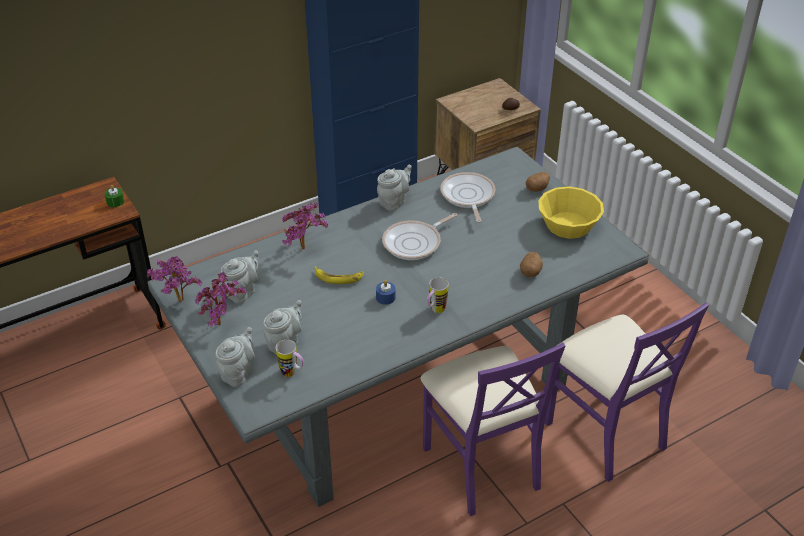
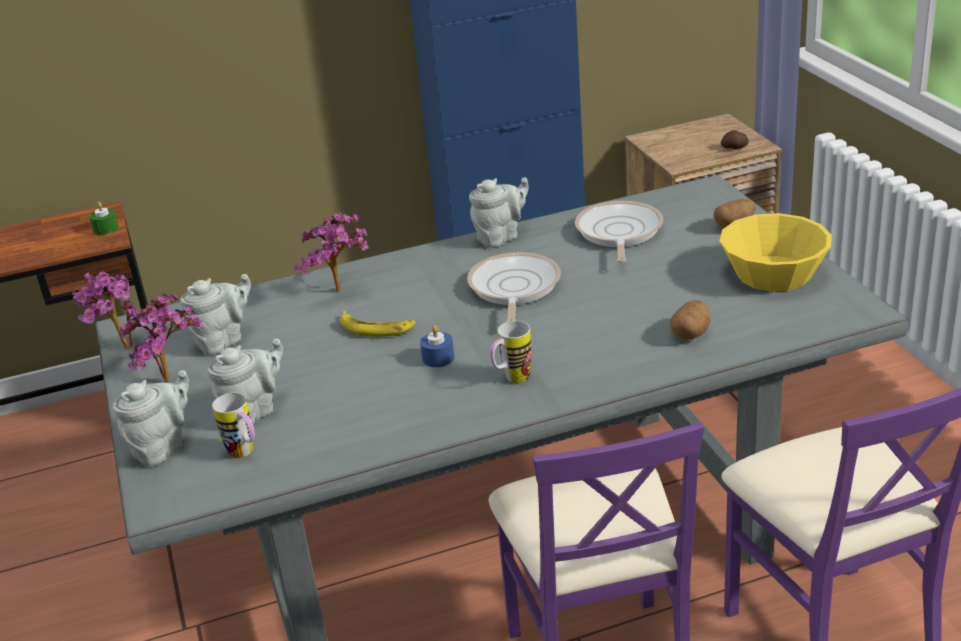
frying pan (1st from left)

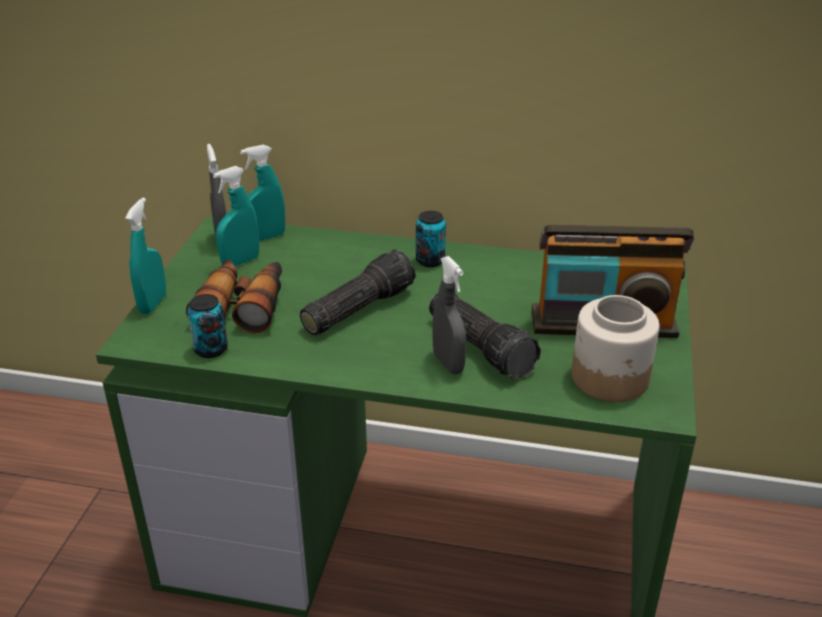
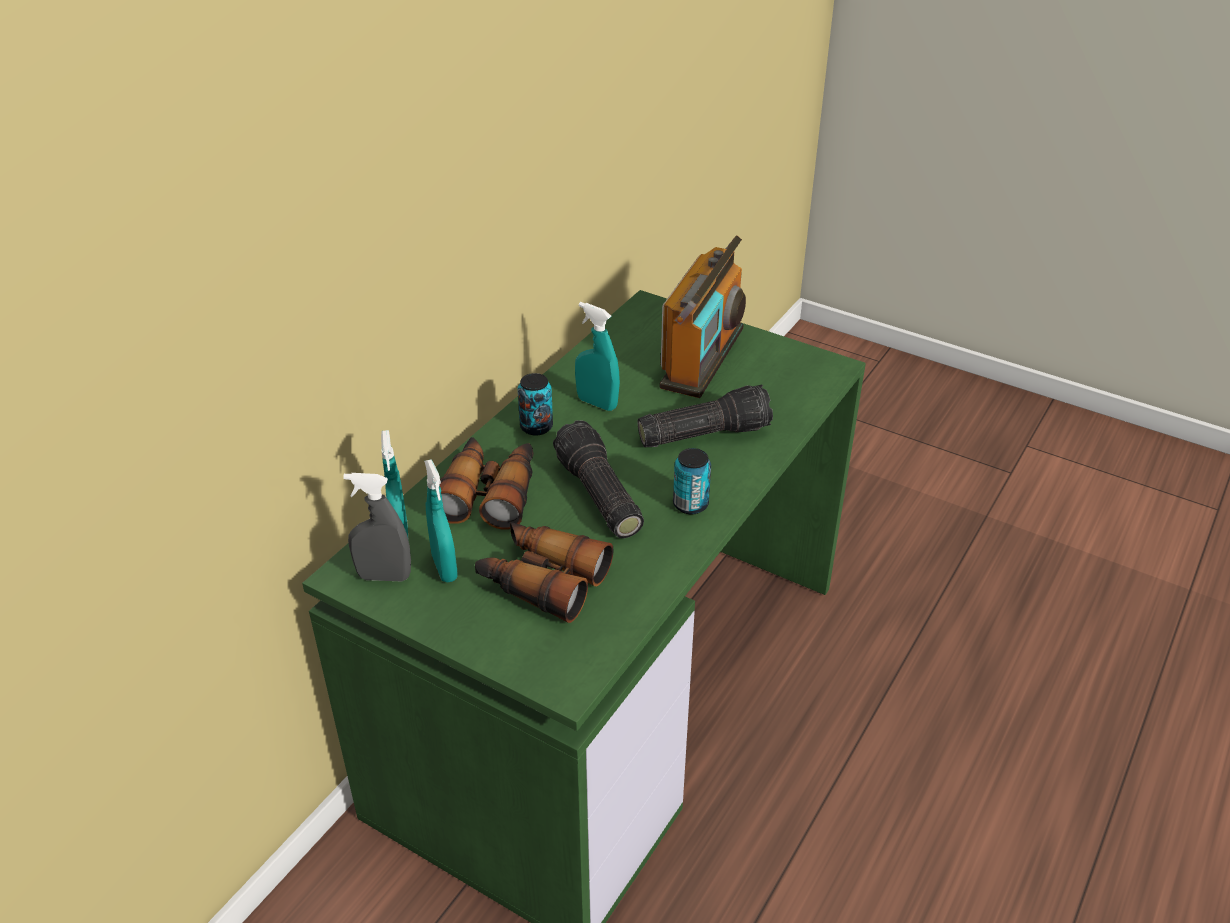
pair of binoculars (1st from left); spray bottle (turquoise-coloured) (3rd from left); can (2nd from left); spray bottle (greyish) (2nd from left in the first image); preserve jar

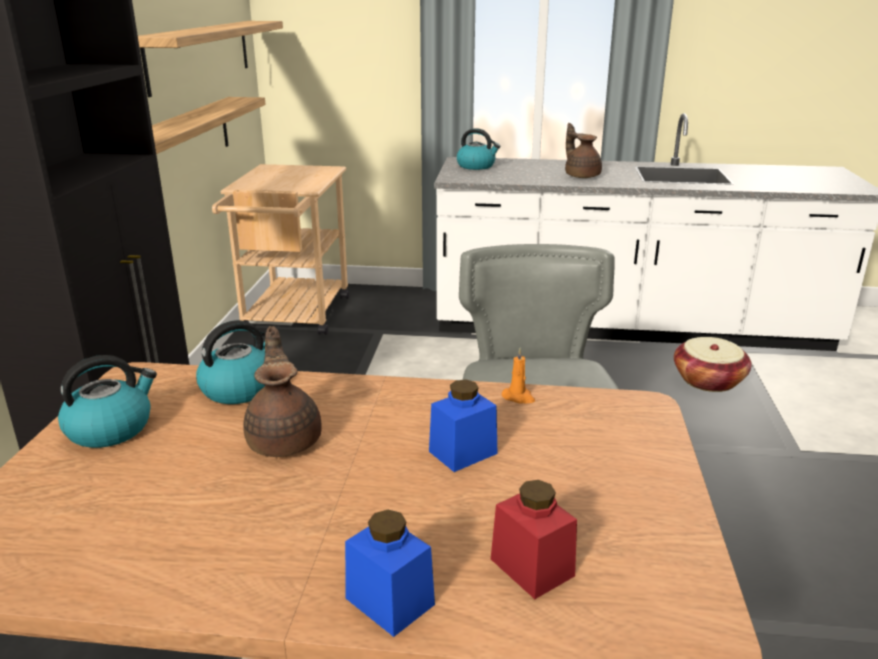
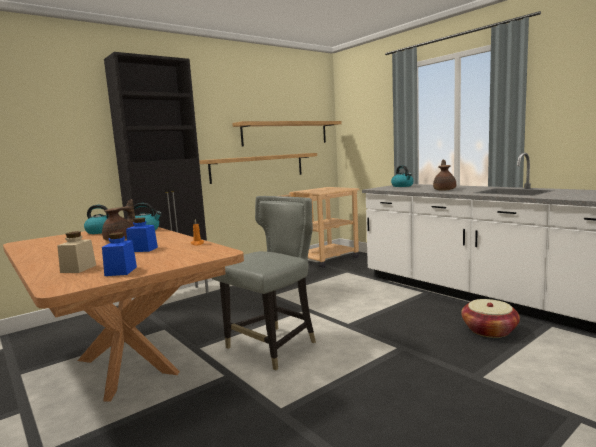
preserve jar (beige-coloured); preserve jar (bluish) (1st from left)

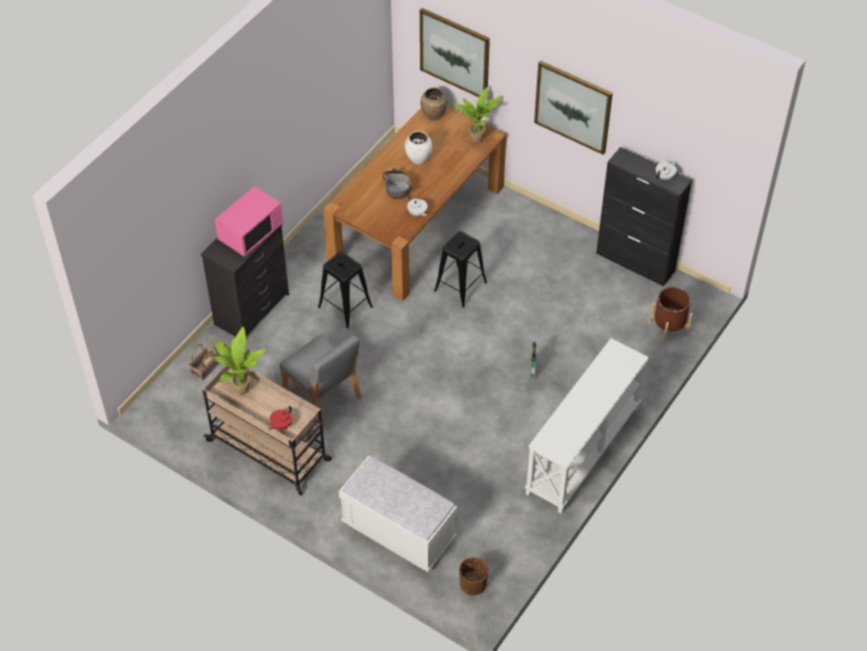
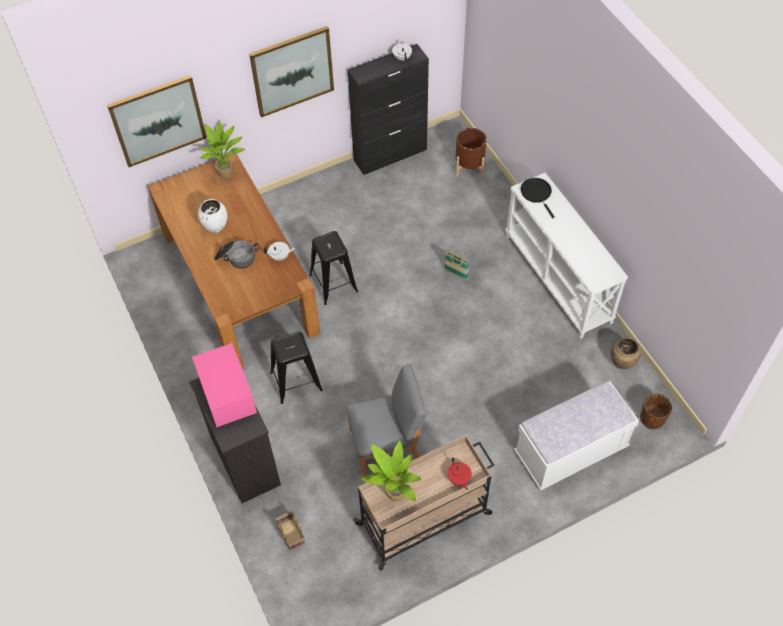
frying pan (blackish); vase (brown)

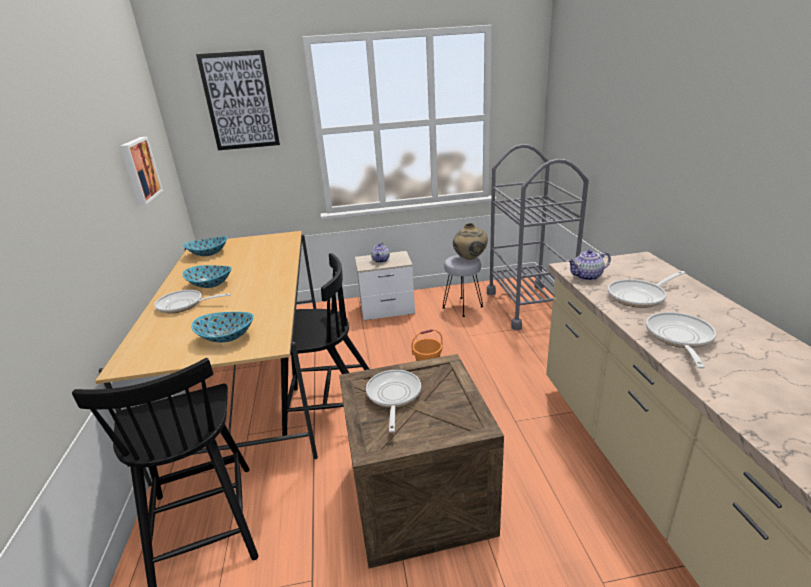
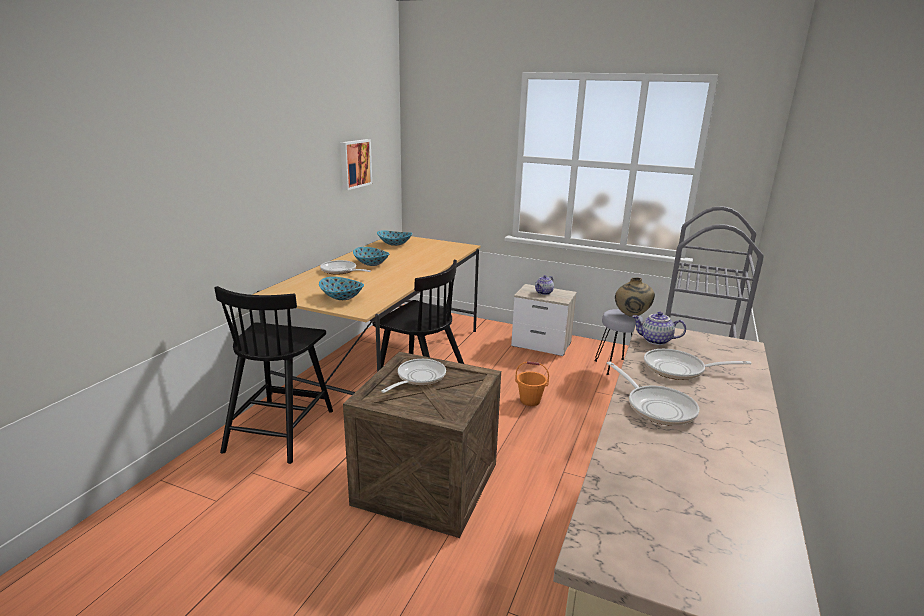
frying pan (3rd from left); picture (2nd from left in the first image)

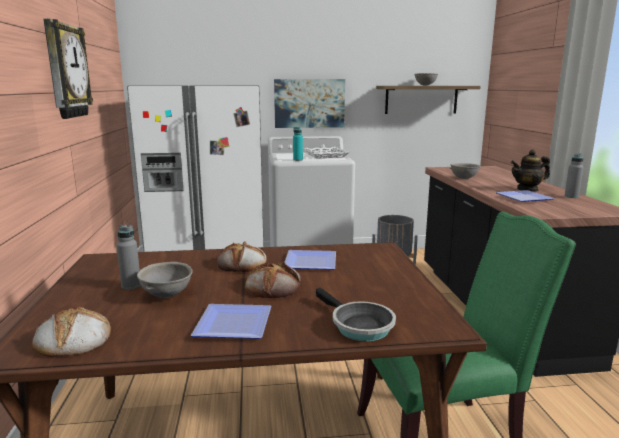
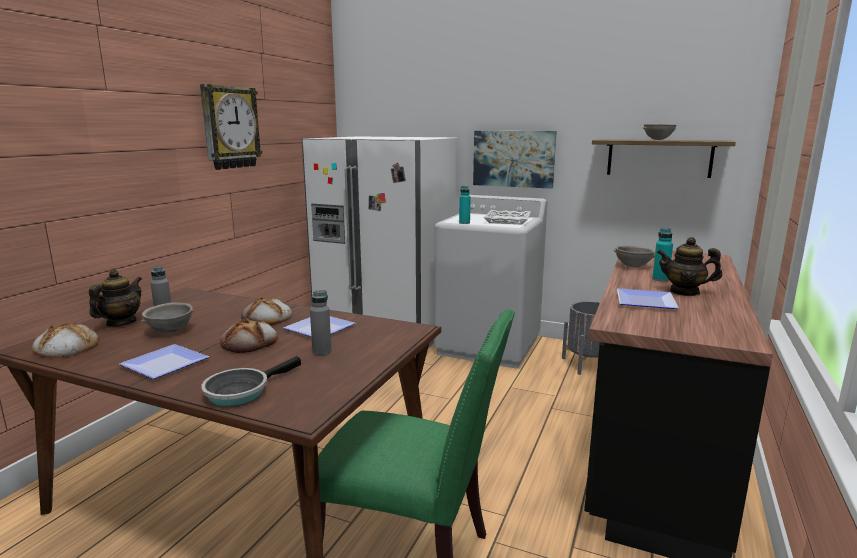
pot for tea (1st from left); frying pan; drink bottle (greyish) (2nd from left); drink bottle (turquoise-coloured) (2nd from left)

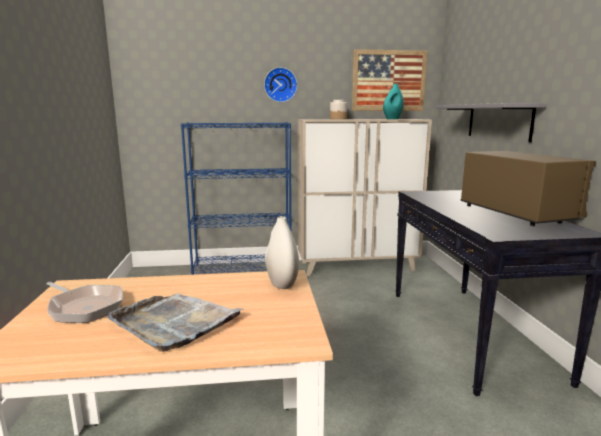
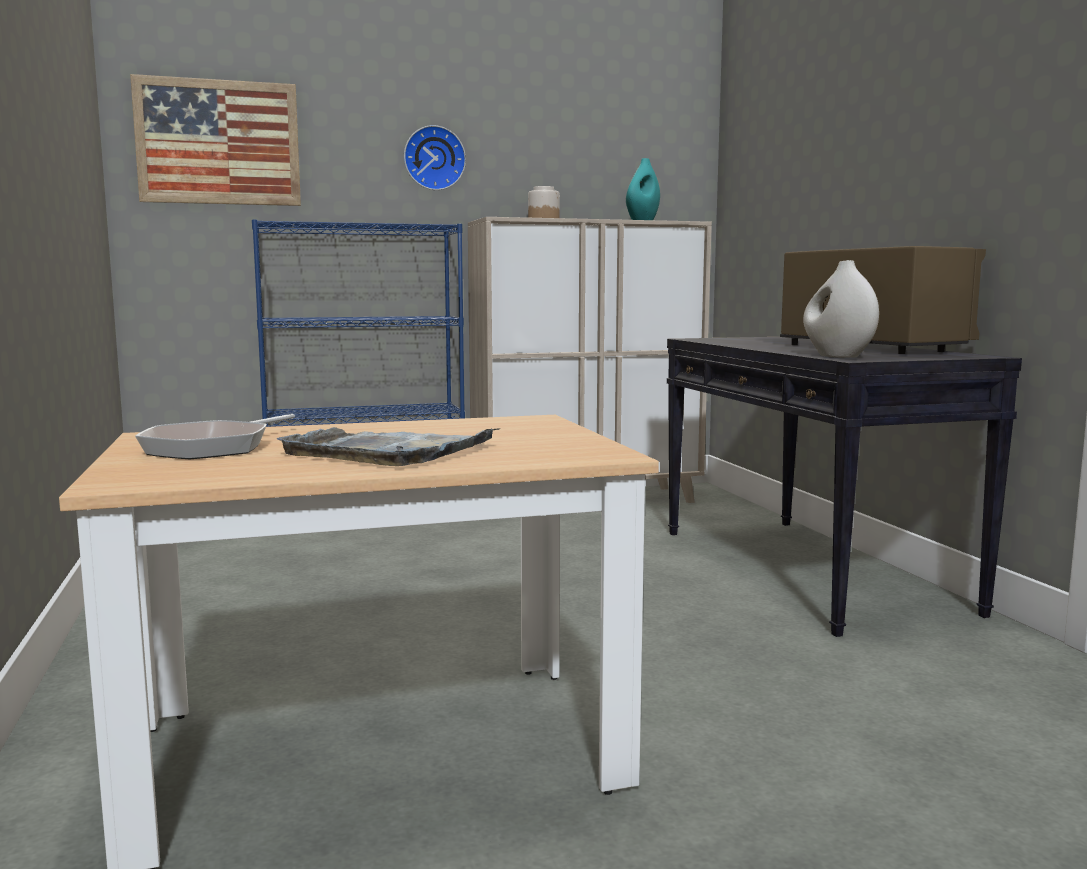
picture; frying pan; vase (white-coloured); bracket shelf (greyish)

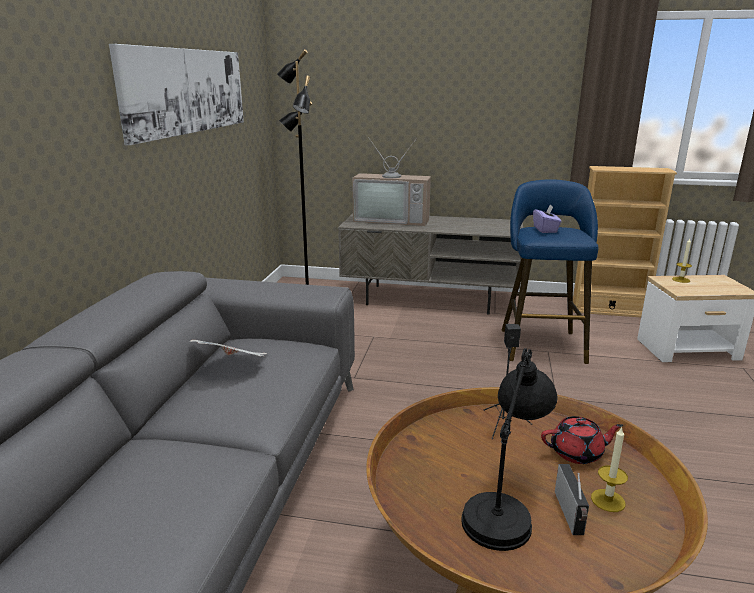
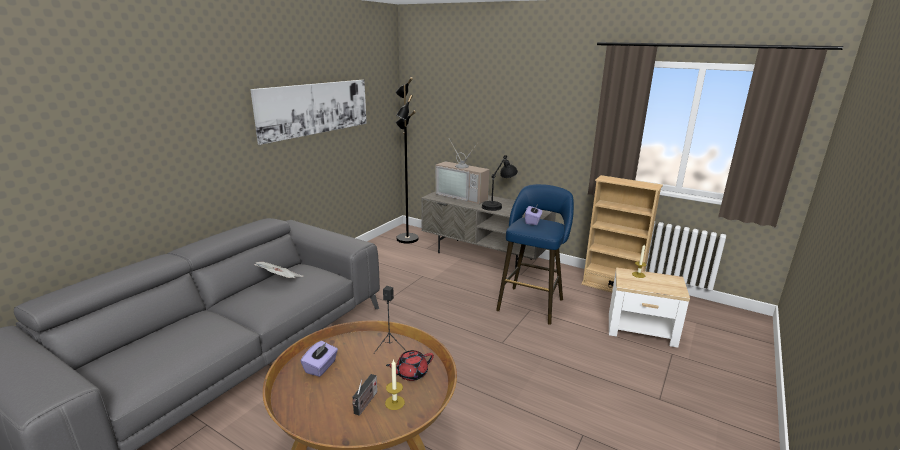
box of tissues (purple-coloured) (1st from left); pot for tea (red-coloured); lamp for a table (blackish)

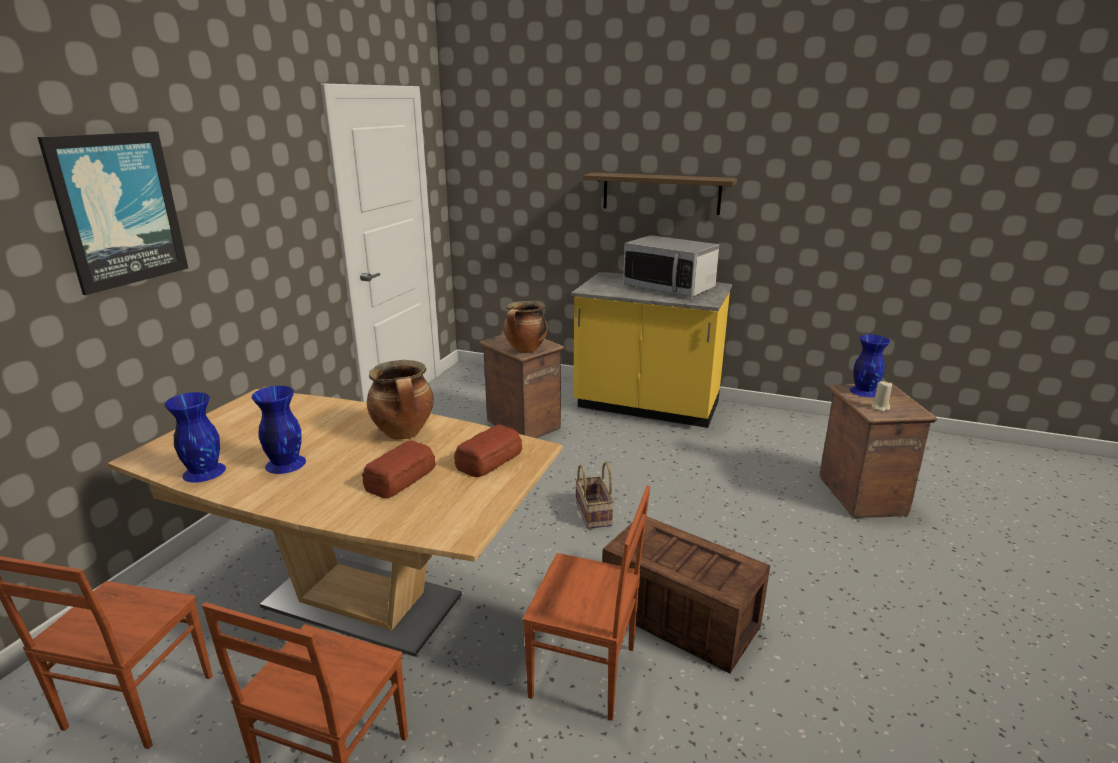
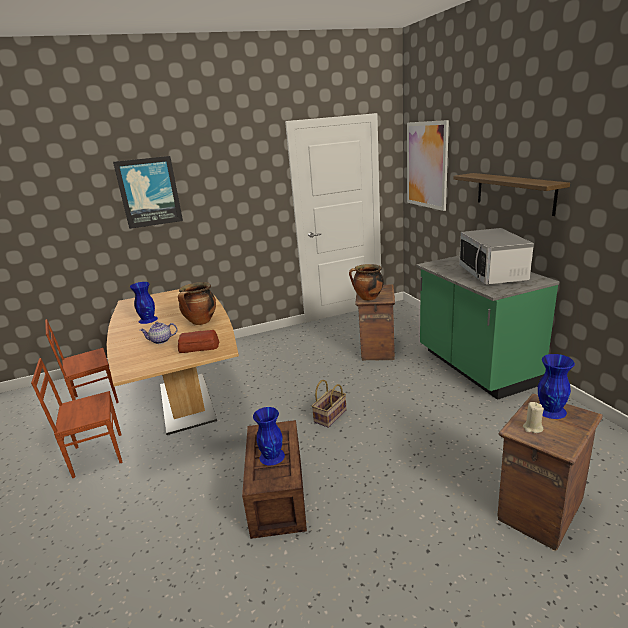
pot for tea; vase (bluish) (2nd from left); picture (2nd from left); kitchen counter (green-coloured); chair (brown) (3rd from left in the first image)

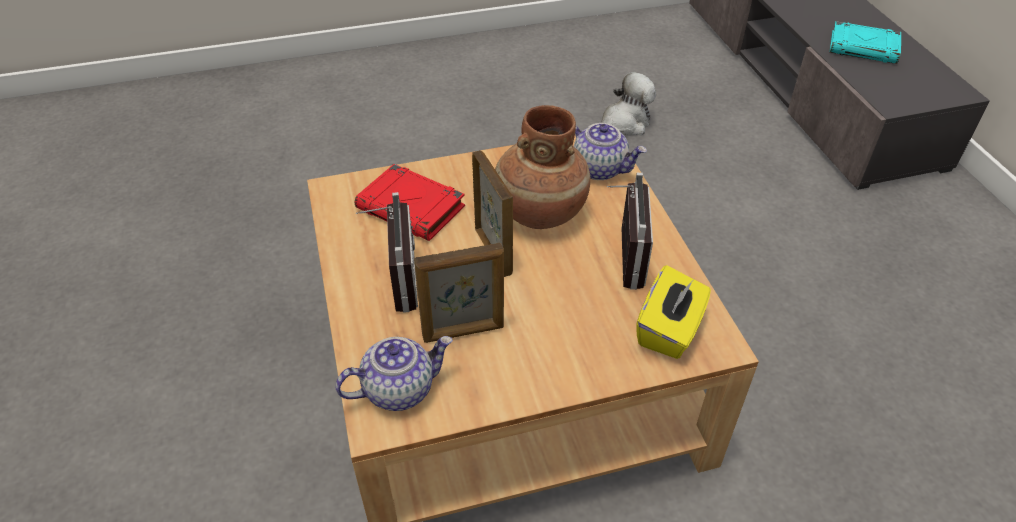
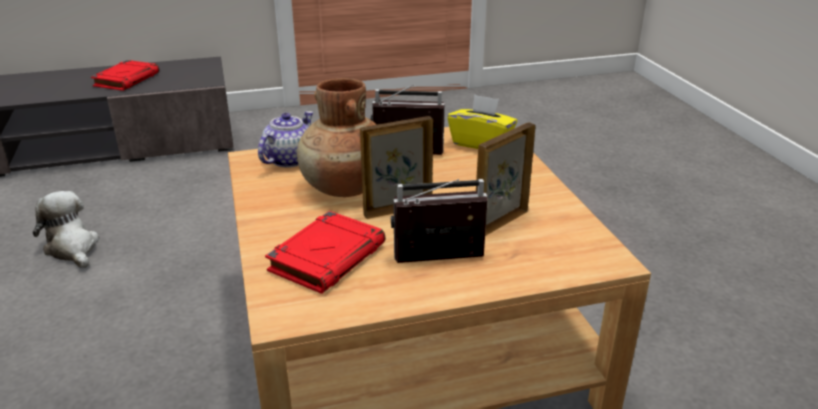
book (red-coloured) (1st from left); standing frame (2nd from left); pot for tea (1st from left in the first image)

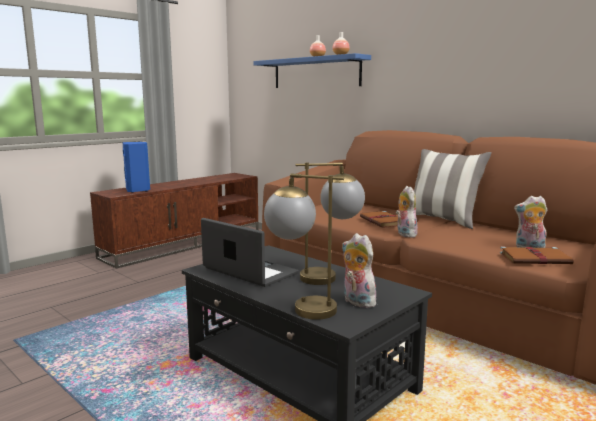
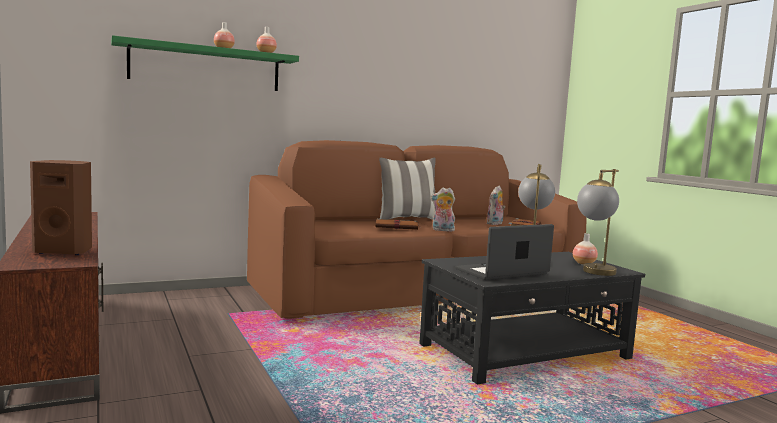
speaker (brown); bracket shelf (green-coloured); vase (3rd from left)

